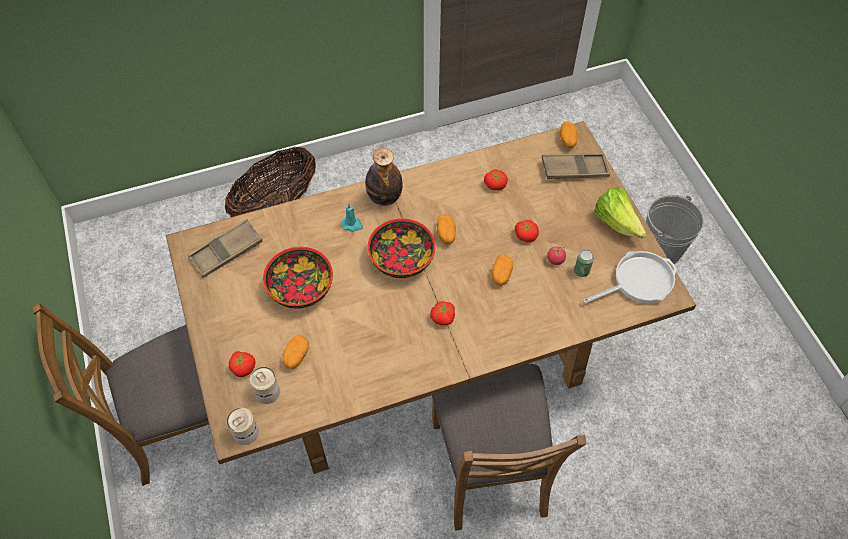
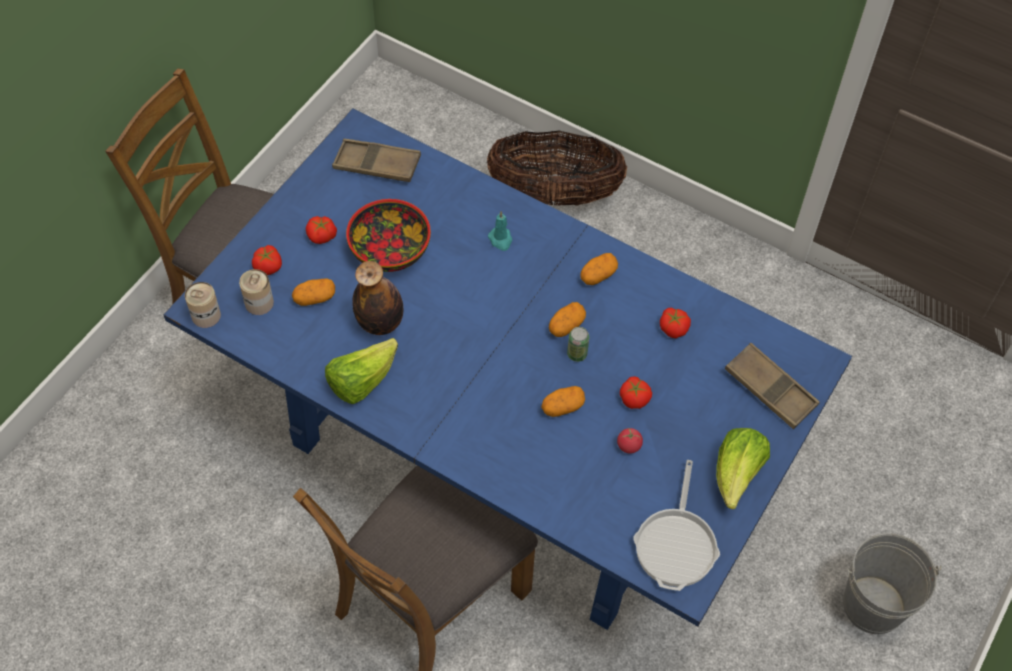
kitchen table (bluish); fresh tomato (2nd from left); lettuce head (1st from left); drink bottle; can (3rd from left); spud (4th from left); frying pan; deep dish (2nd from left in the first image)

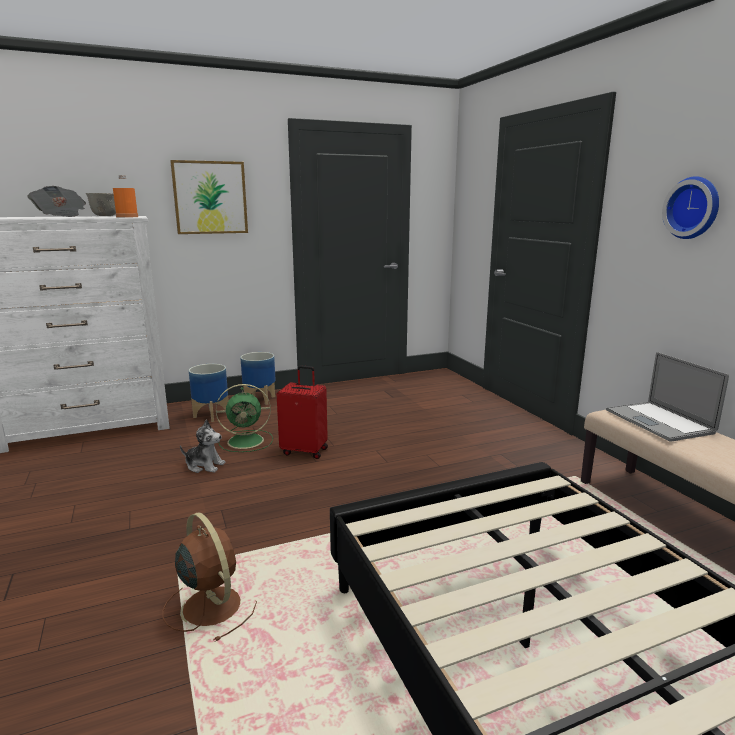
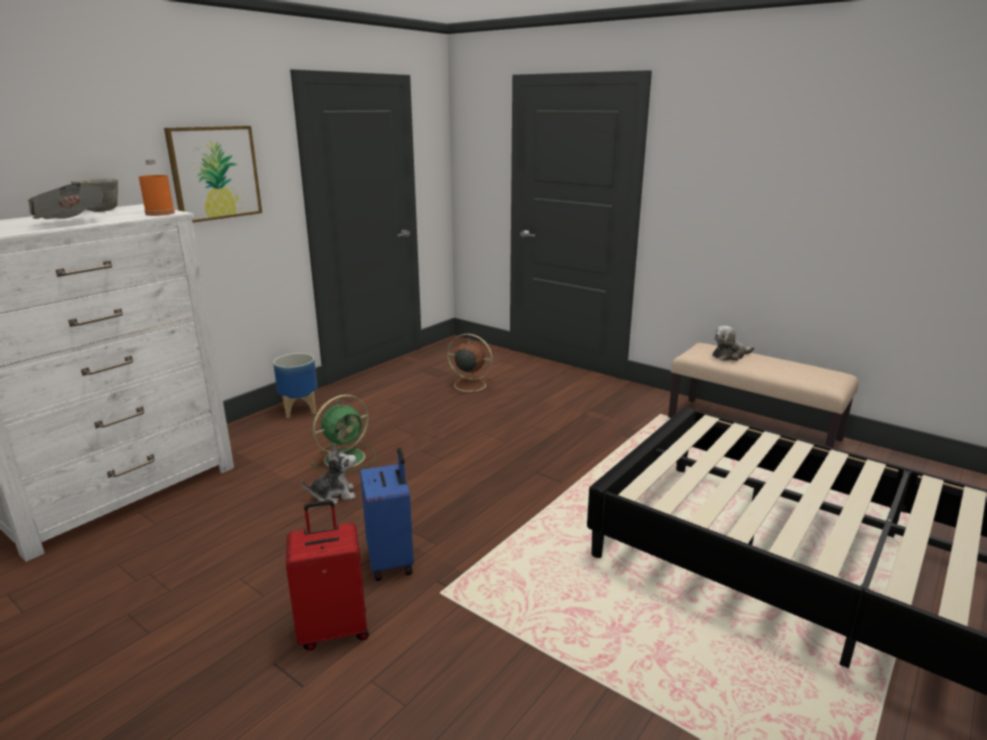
travel case (red-coloured); travel case (bluish); electric fan (brown); cuddly toy (2nd from left); planter (1st from left in the first image); clock on the wall

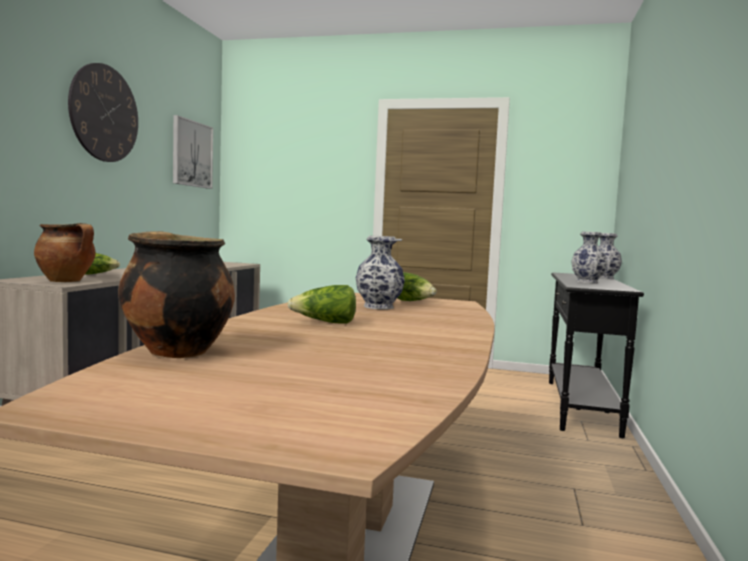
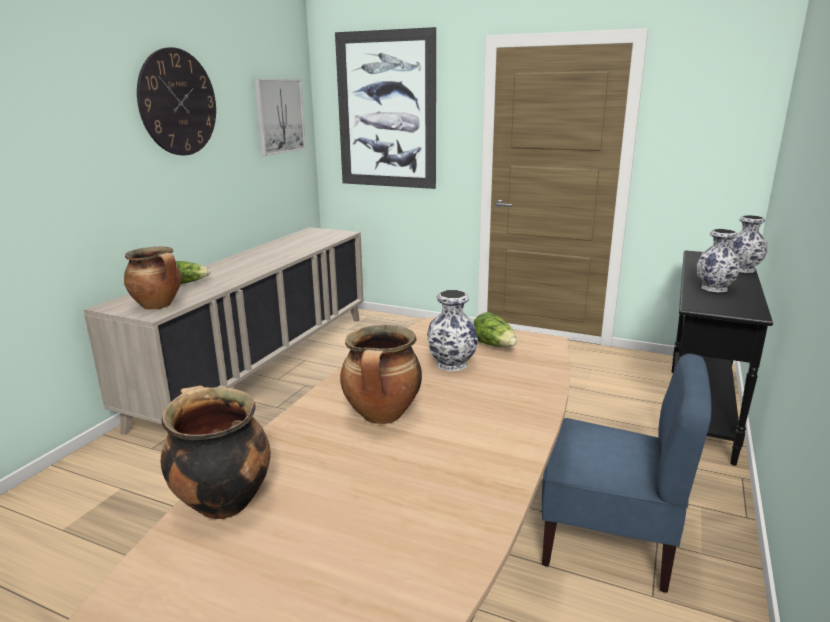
picture (2nd from left); stockpot (3rd from left); chair (bluish)

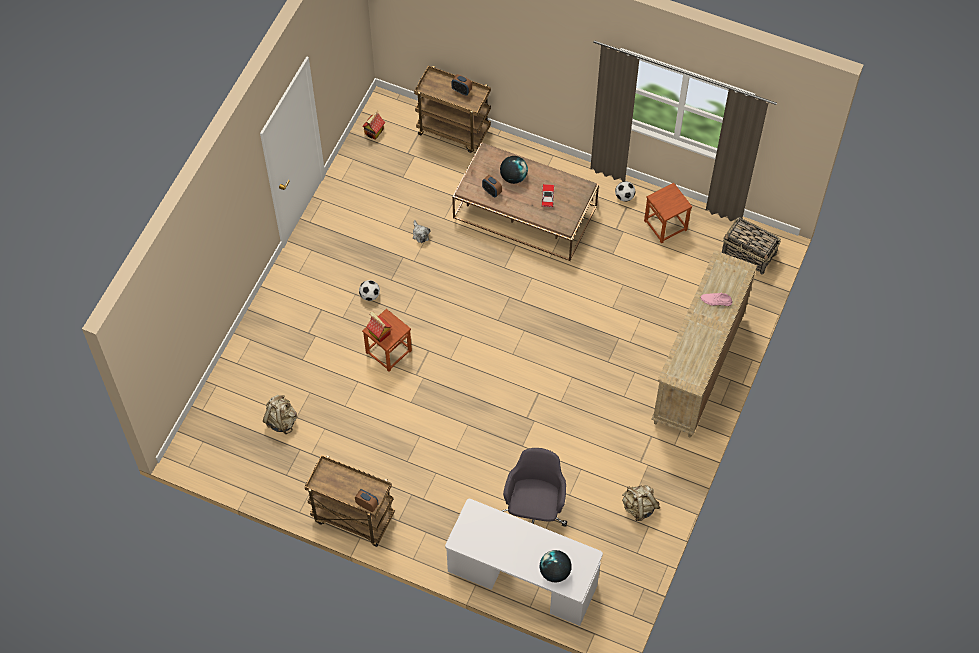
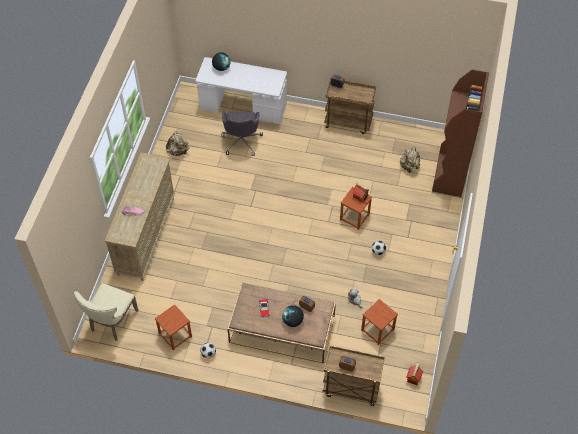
chair (beige-coloured); sitting stool (brown) (3rd from left); bookcase (brown)

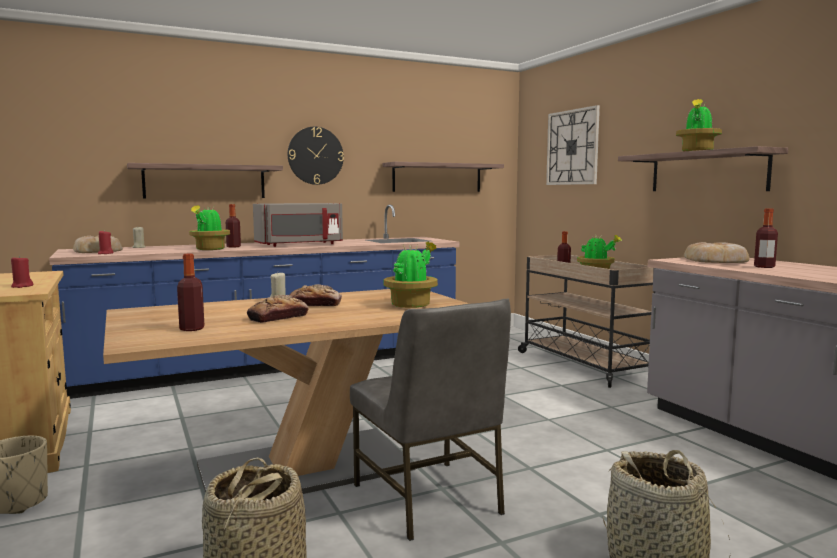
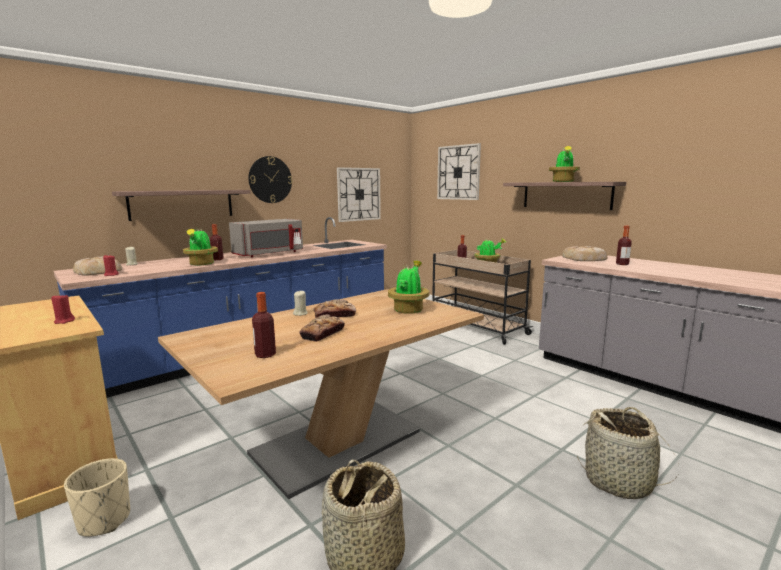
clock on the wall (2nd from left); chair (greyish)

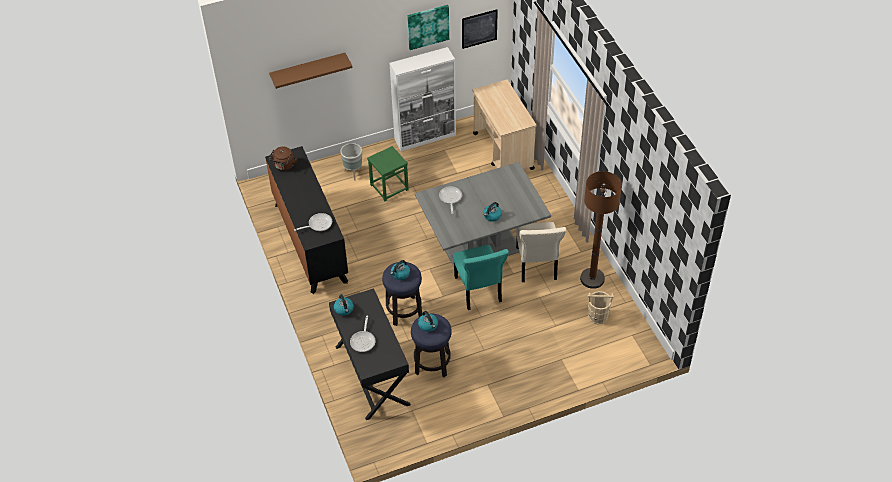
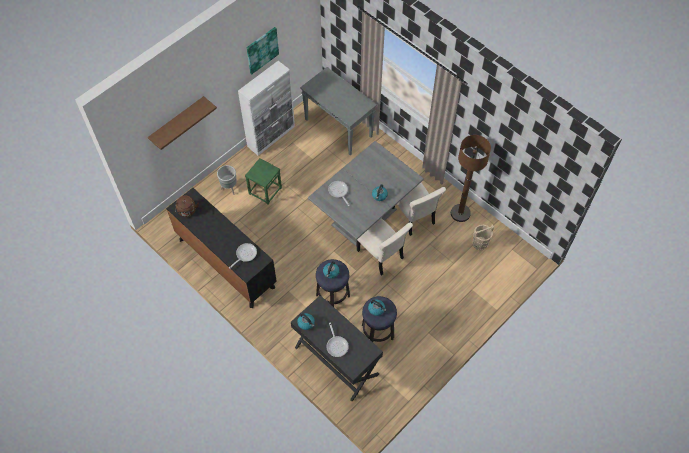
narrow table (greyish); chair (beige-coloured) (1st from left); picture (2nd from left in the first image)

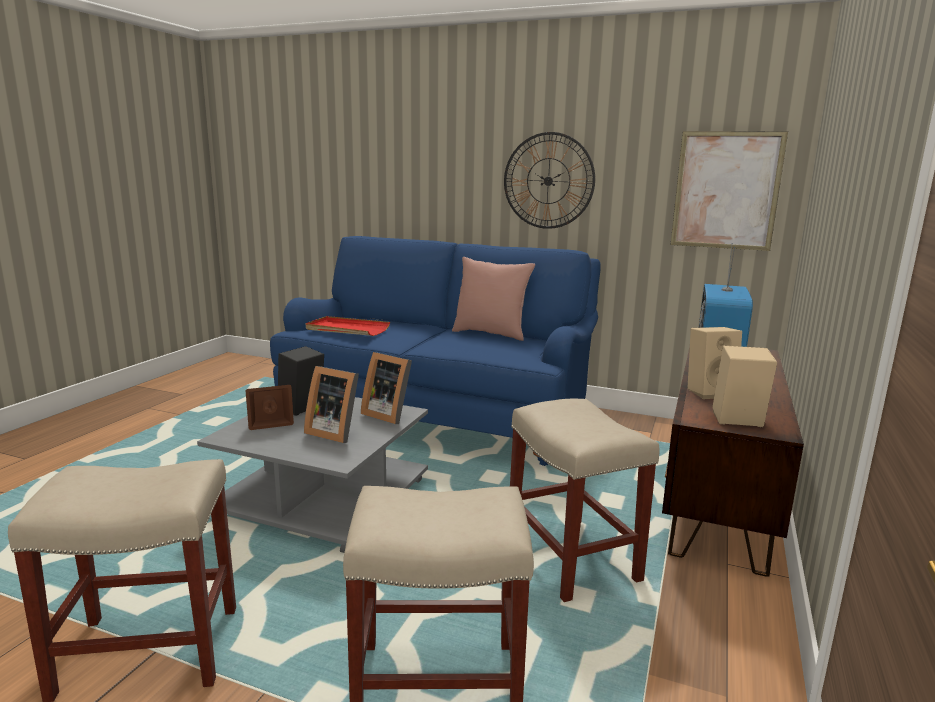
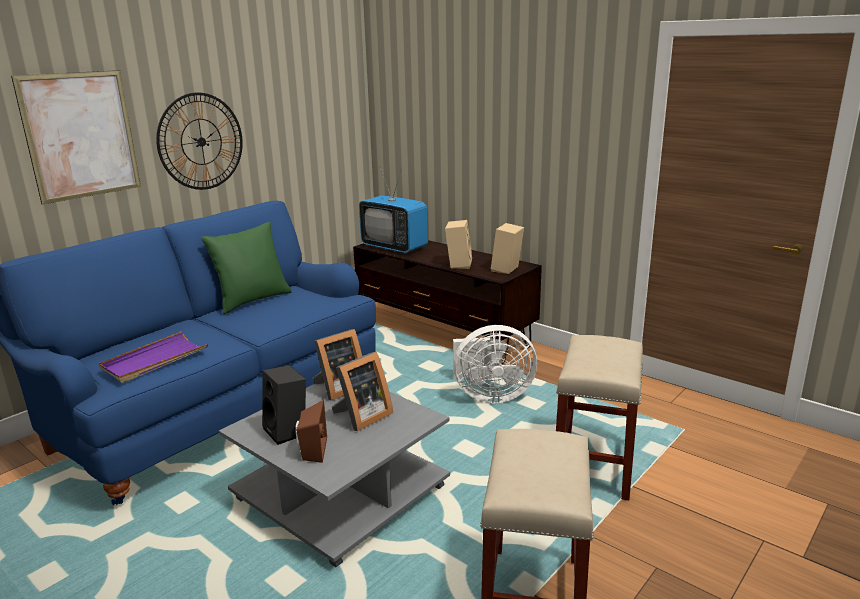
picture; carrying tray (purple-coloured); throw pillow (green-coloured); electric fan (white-coloured)

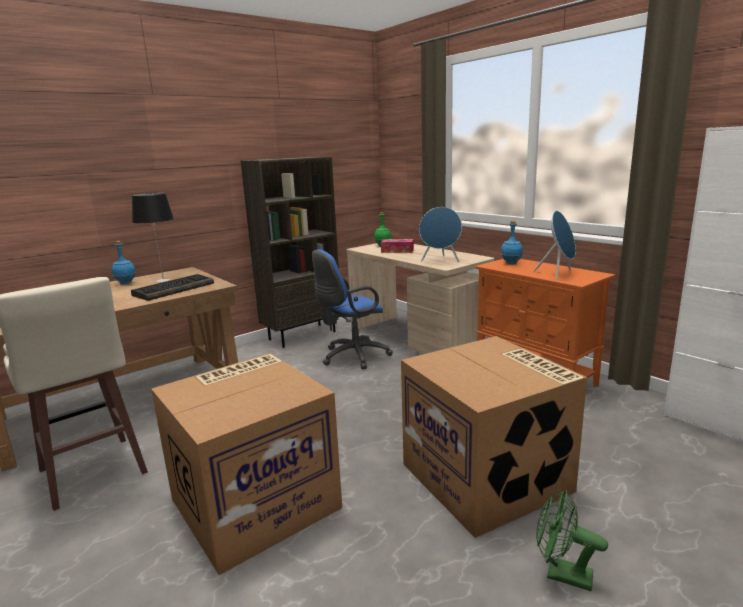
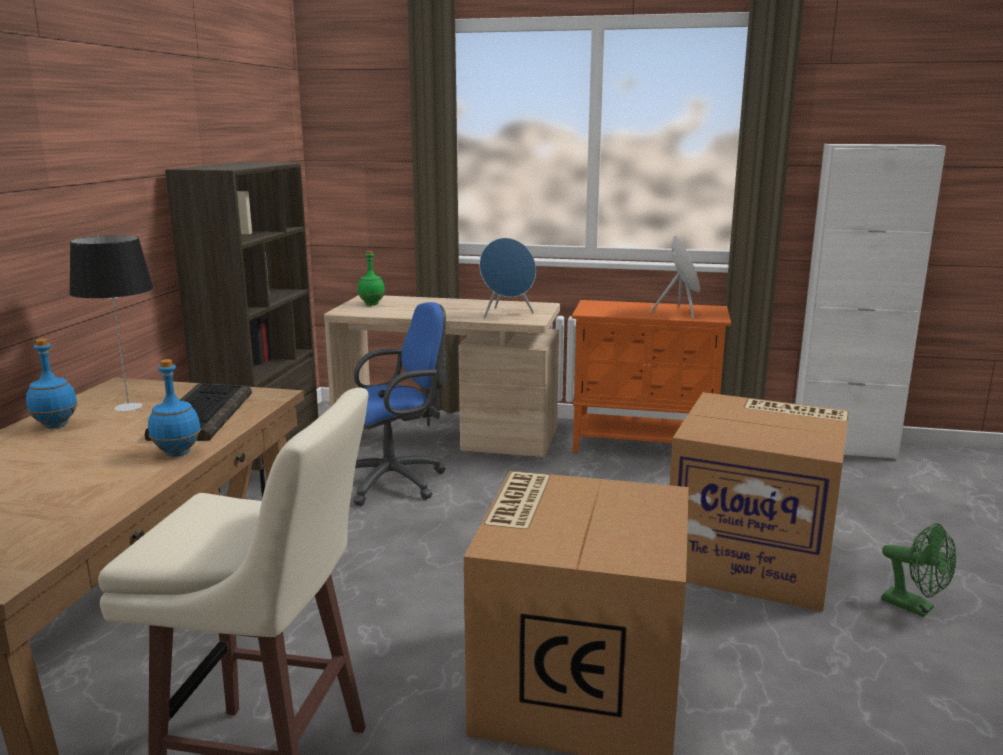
drink bottle (bluish) (2nd from left); computer chair (bluish); electric fan (green-coloured); box of tissues

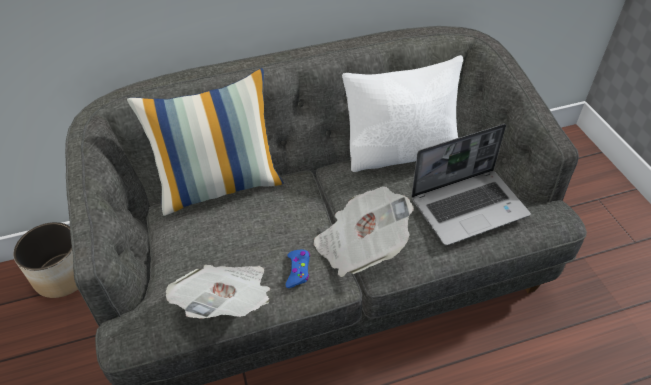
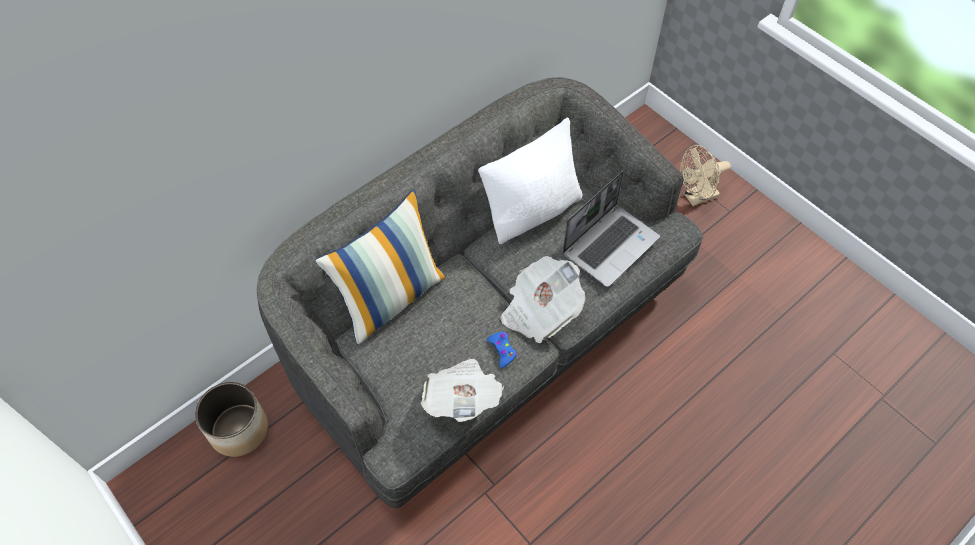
electric fan (beige-coloured)

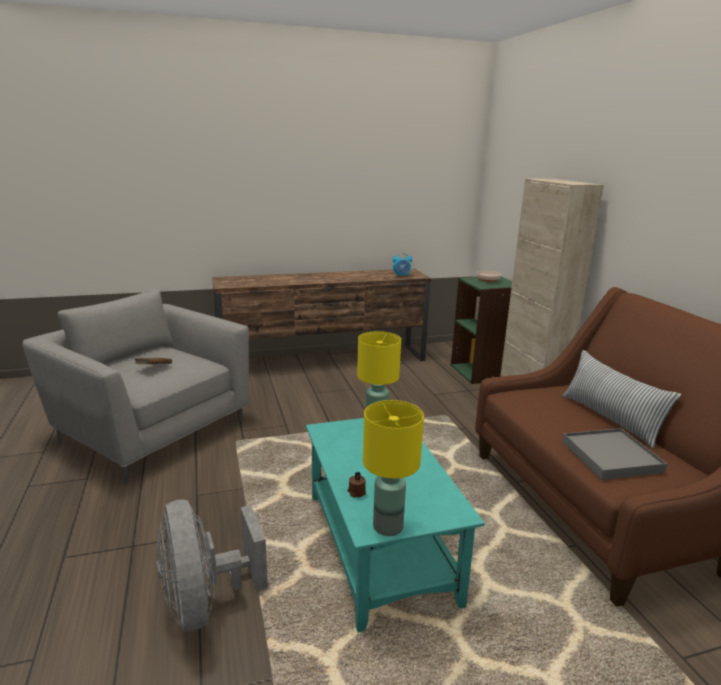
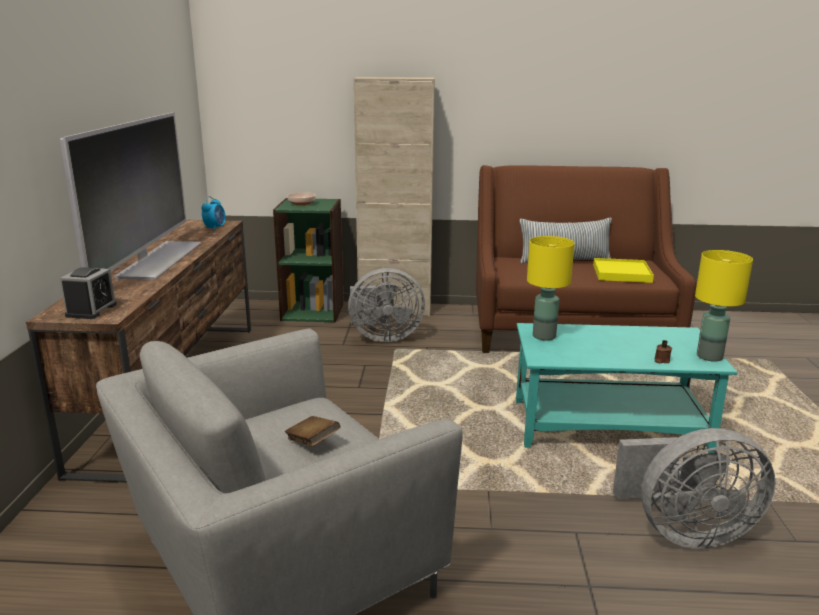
TV set; table clock (1st from left); electric fan (greyish) (1st from left); carrying tray (yellow-coloured)

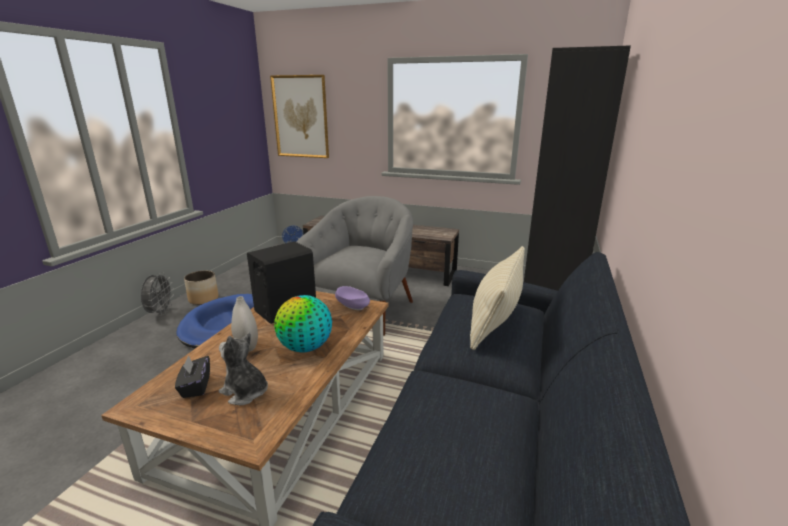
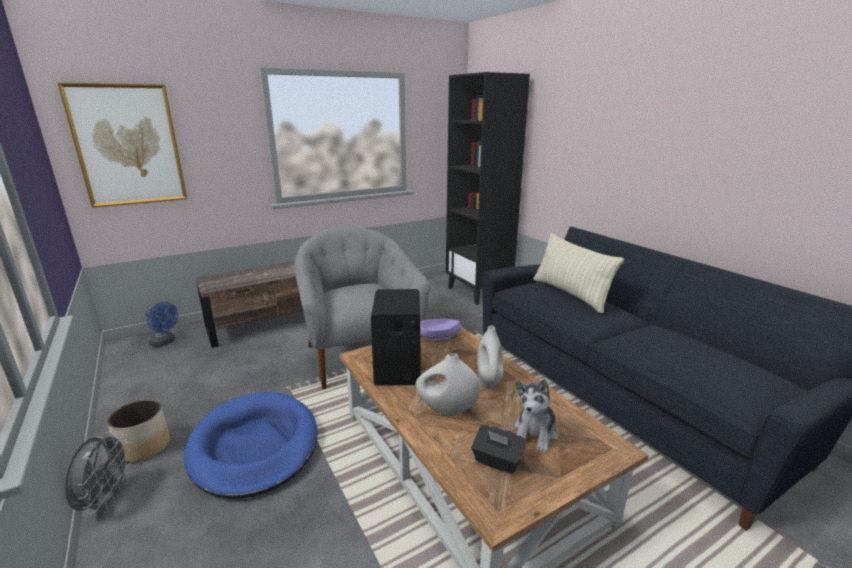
electric fan (greyish); vase (white-coloured) (2nd from left); cuddly toy

